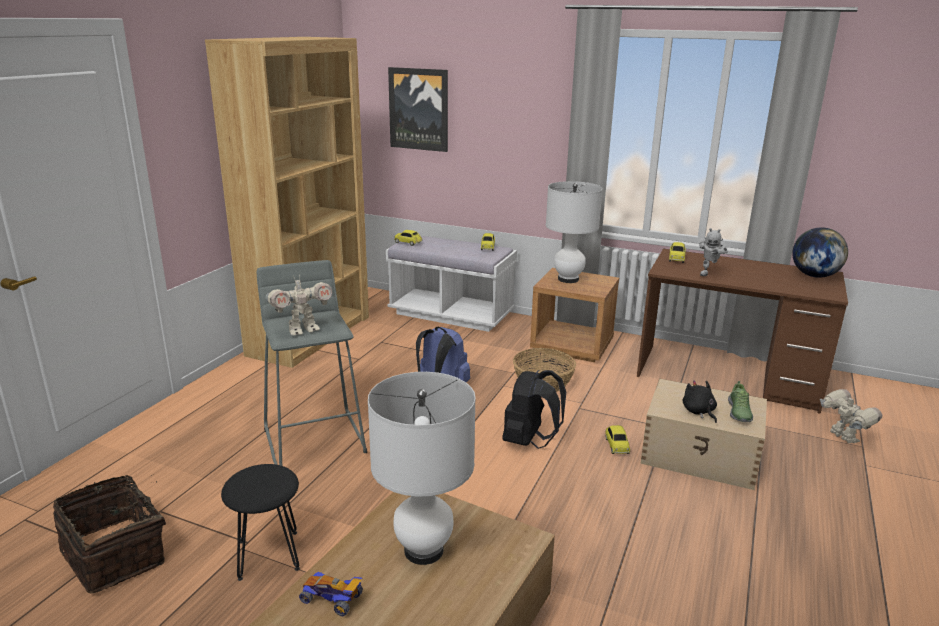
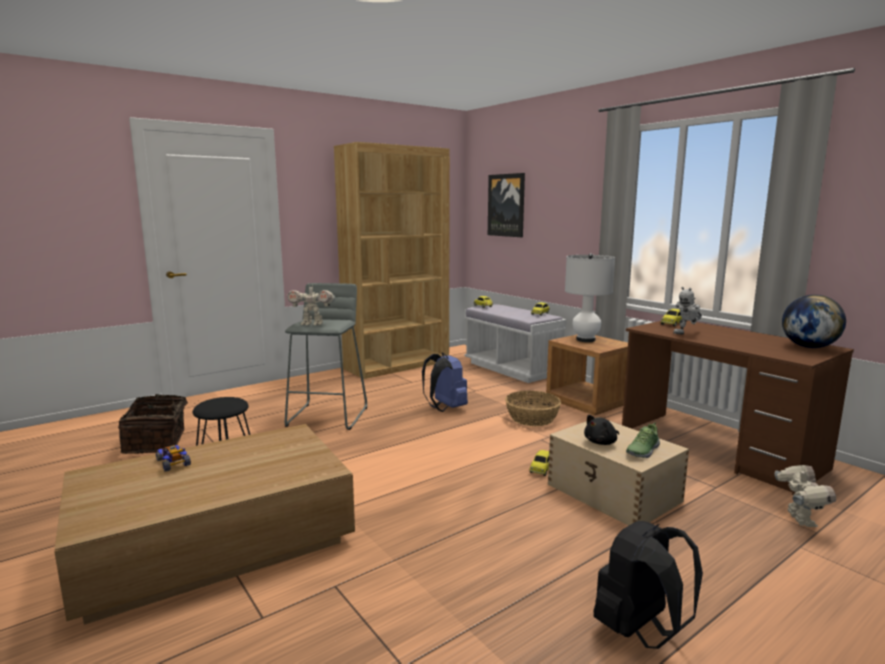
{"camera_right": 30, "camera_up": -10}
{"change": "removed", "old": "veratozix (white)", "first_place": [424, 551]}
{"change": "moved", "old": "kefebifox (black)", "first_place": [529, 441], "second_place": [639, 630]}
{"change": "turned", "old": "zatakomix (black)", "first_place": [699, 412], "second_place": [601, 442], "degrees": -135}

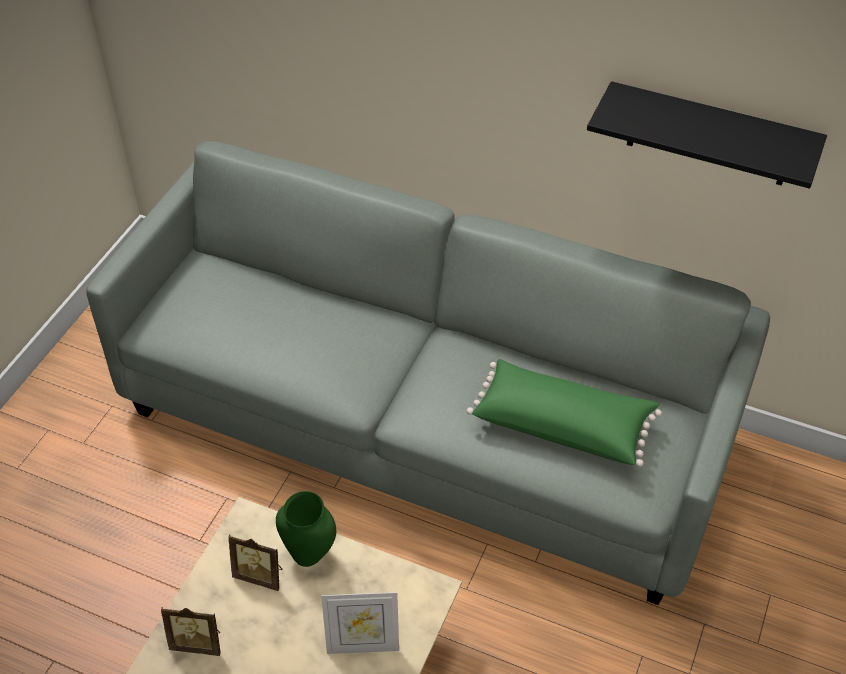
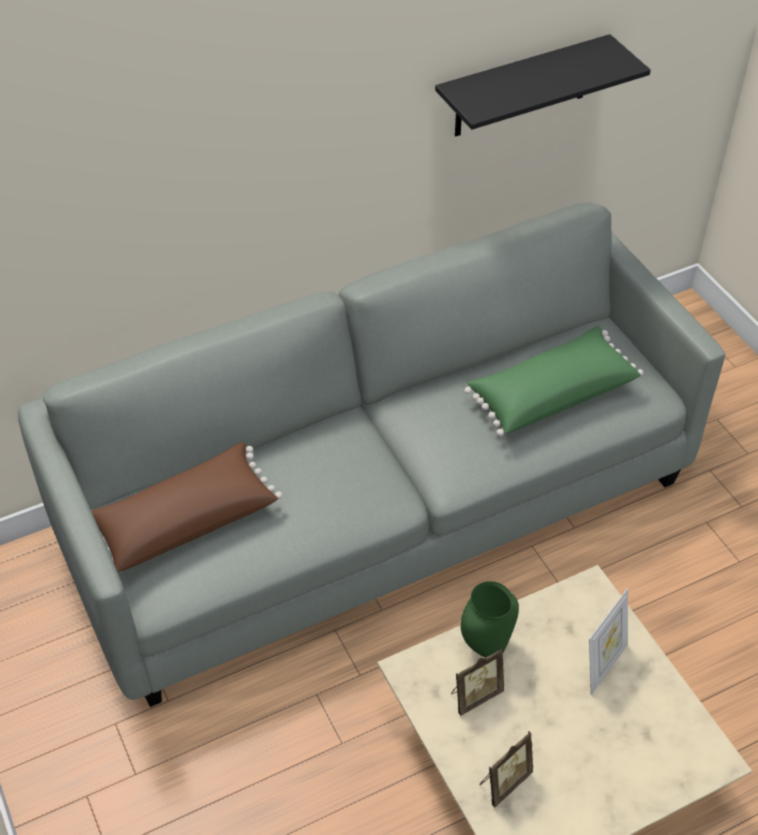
{"camera_right": -50, "camera_up": 0}
{"change": "added", "new": "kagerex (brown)", "second_place": [184, 520]}

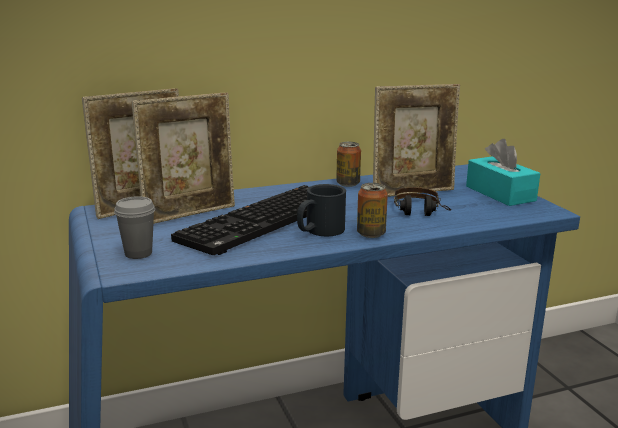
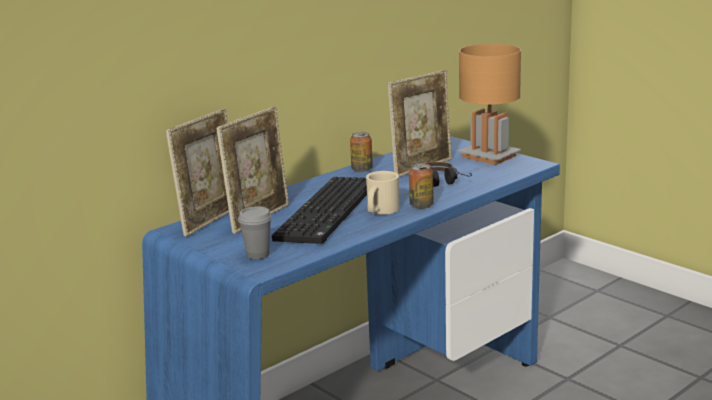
{"camera_right": -20, "camera_up": 0}
{"change": "replaced", "old": "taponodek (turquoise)", "new": "veratozix (brown)", "first_place": [500, 193], "second_place": [489, 156]}
{"change": "recoloured", "old": "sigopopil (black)", "new": "sigopopil (beige)", "first_place": [319, 231], "second_place": [380, 211]}

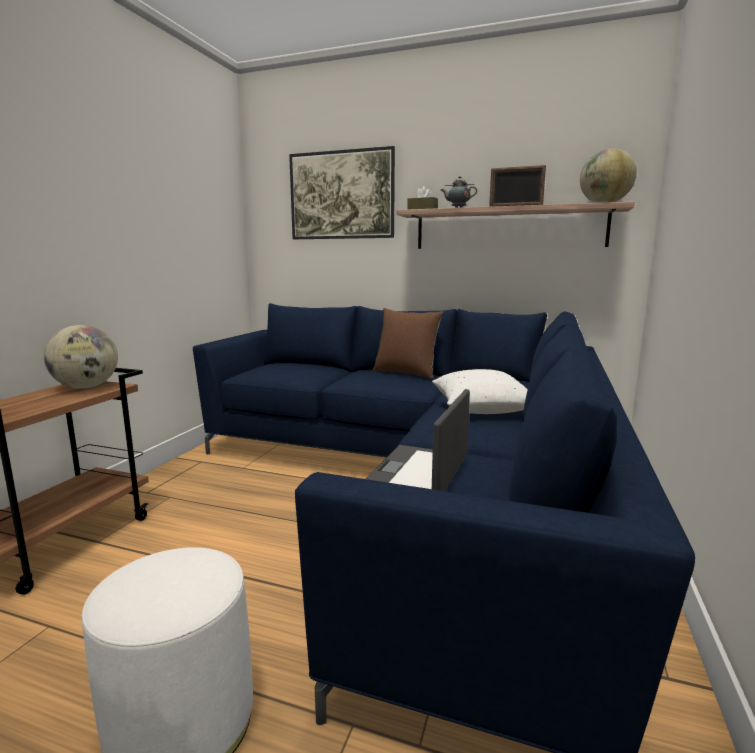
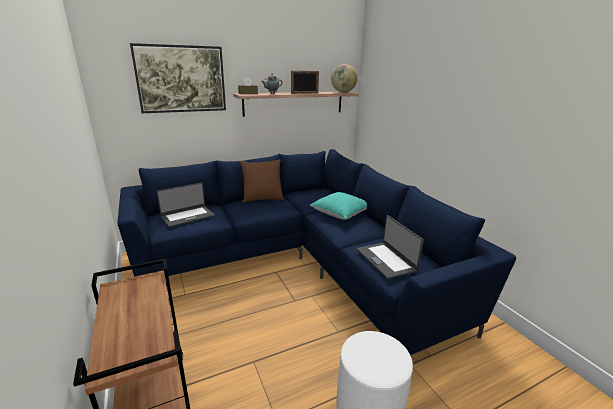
{"camera_right": -45, "camera_up": 10}
{"change": "removed", "old": "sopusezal", "first_place": [86, 387]}
{"change": "added", "new": "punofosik", "second_place": [187, 216]}
{"change": "recoloured", "old": "kagerex (white)", "new": "kagerex (turquoise)", "first_place": [481, 410], "second_place": [340, 214]}

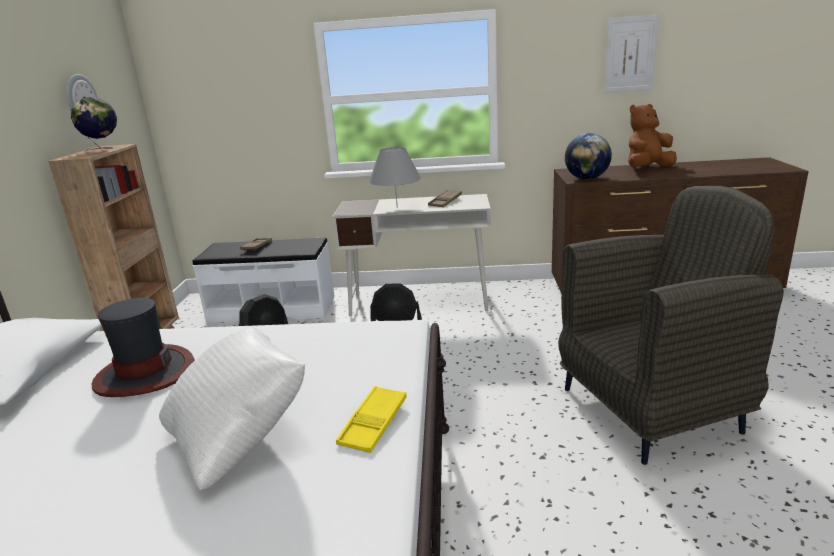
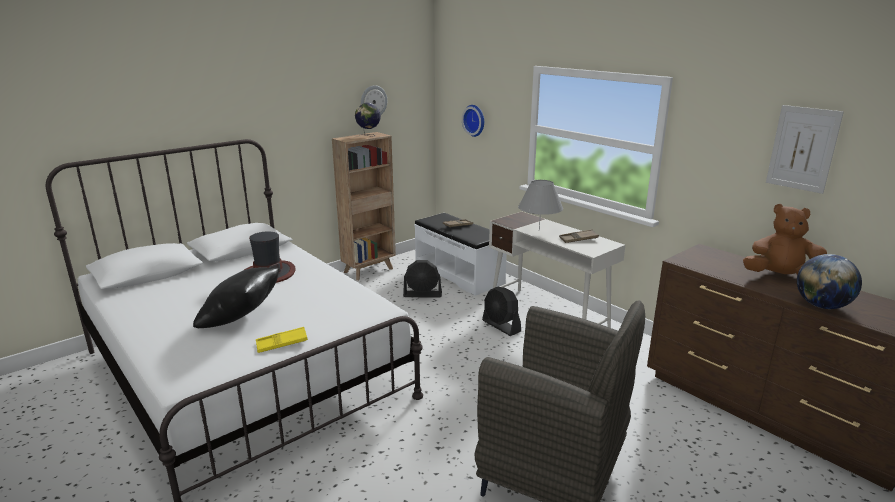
{"camera_right": 45, "camera_up": 0}
{"change": "added", "new": "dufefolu", "second_place": [475, 120]}
{"change": "moved", "old": "sopusezal", "first_place": [586, 179], "second_place": [821, 306]}
{"change": "recoloured", "old": "kagerex (white)", "new": "kagerex (black)", "first_place": [240, 437], "second_place": [242, 318]}

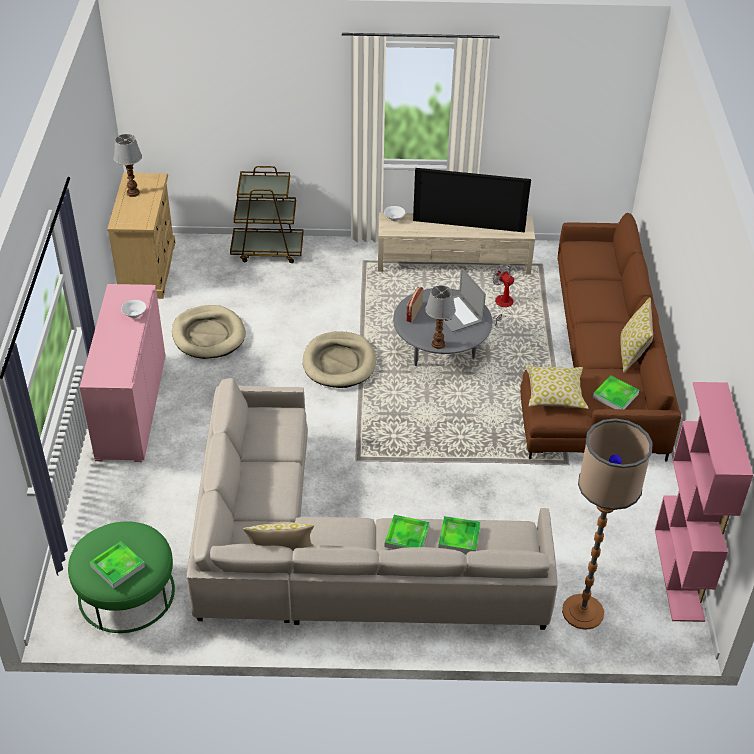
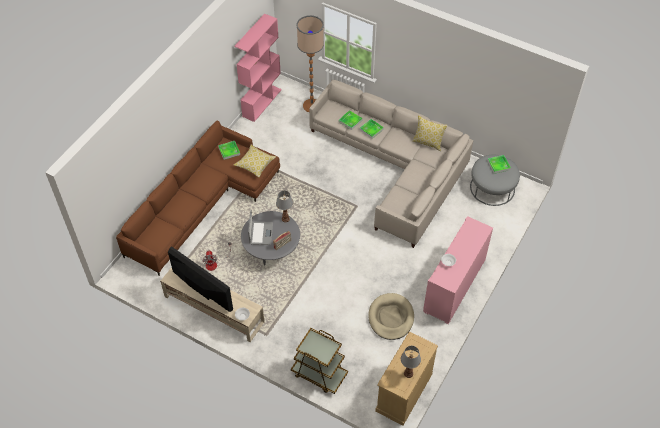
{"camera_right": -150, "camera_up": 10}
{"change": "removed", "old": "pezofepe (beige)", "first_place": [339, 363]}
{"change": "removed", "old": "kagerex", "first_place": [632, 355]}
{"change": "recoloured", "old": "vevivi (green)", "new": "vevivi (grey)", "first_place": [126, 593], "second_place": [492, 188]}

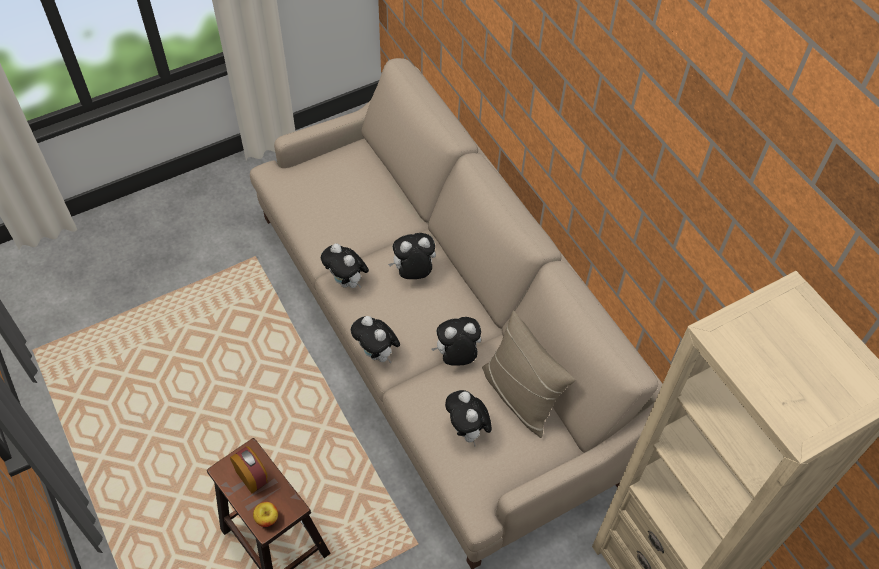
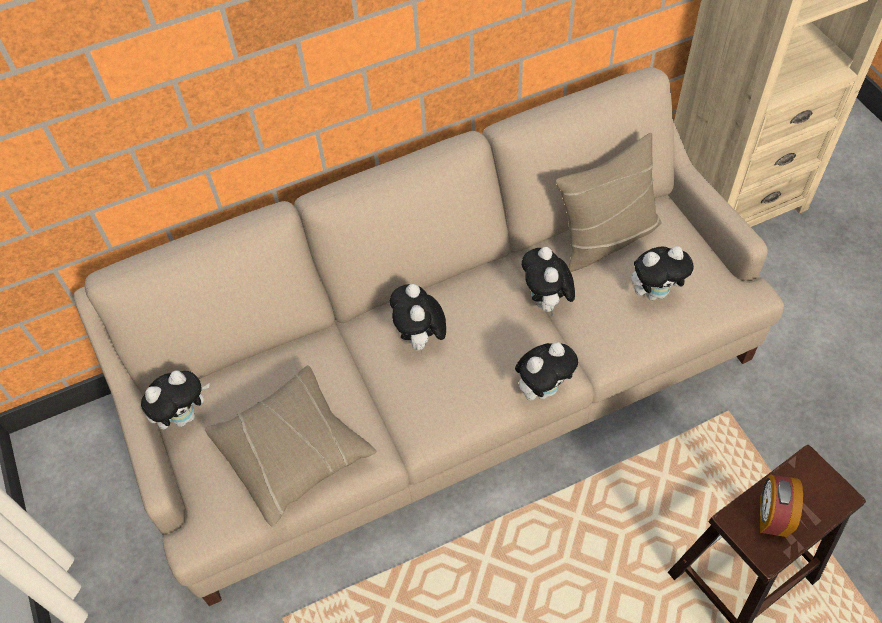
{"camera_right": -80, "camera_up": 0}
{"change": "removed", "old": "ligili", "first_place": [267, 518]}
{"change": "added", "new": "kagerex (beige)", "second_place": [294, 452]}
{"change": "moved", "old": "zatakomix", "first_place": [347, 282], "second_place": [185, 416]}
{"change": "turned", "old": "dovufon", "first_place": [252, 477], "second_place": [772, 516], "degrees": -45}

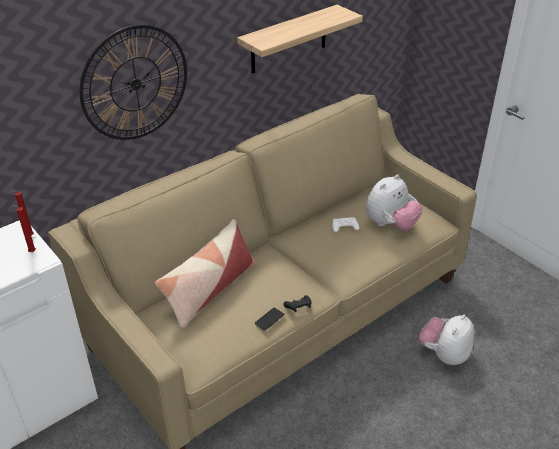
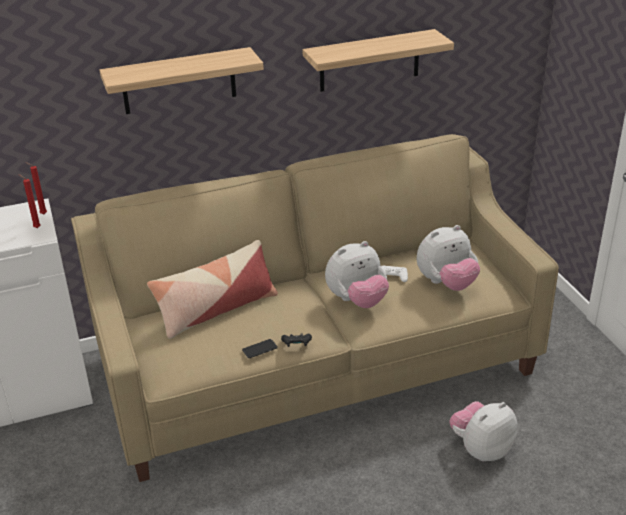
{"camera_right": 20, "camera_up": -5}
{"change": "added", "new": "zatakomix", "second_place": [357, 300]}
{"change": "replaced", "old": "dufefolu", "new": "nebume", "first_place": [135, 84], "second_place": [179, 81]}

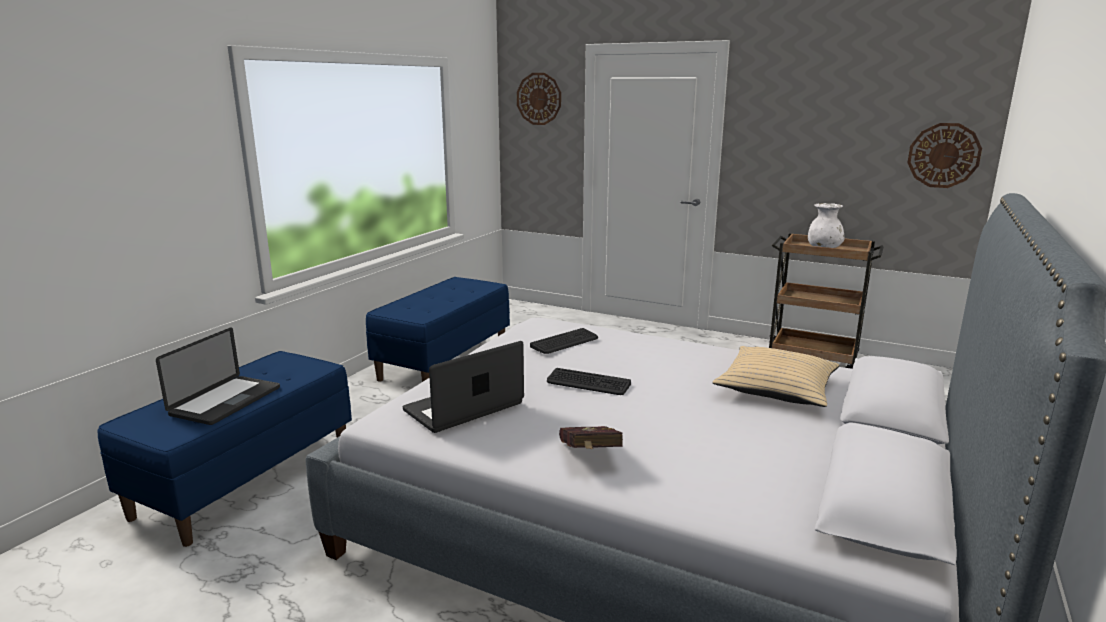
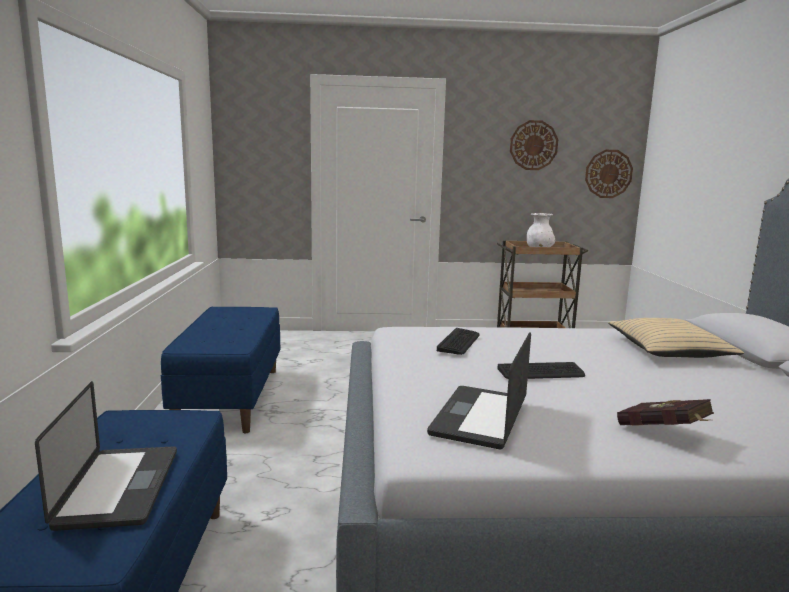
{"camera_right": -30, "camera_up": -5}
{"change": "moved", "old": "dufefolu", "first_place": [539, 99], "second_place": [533, 145]}

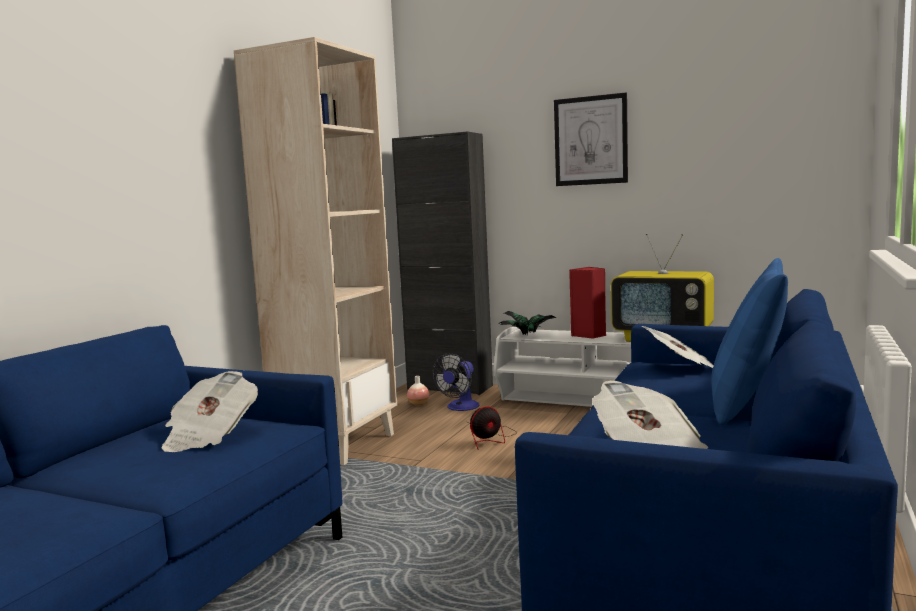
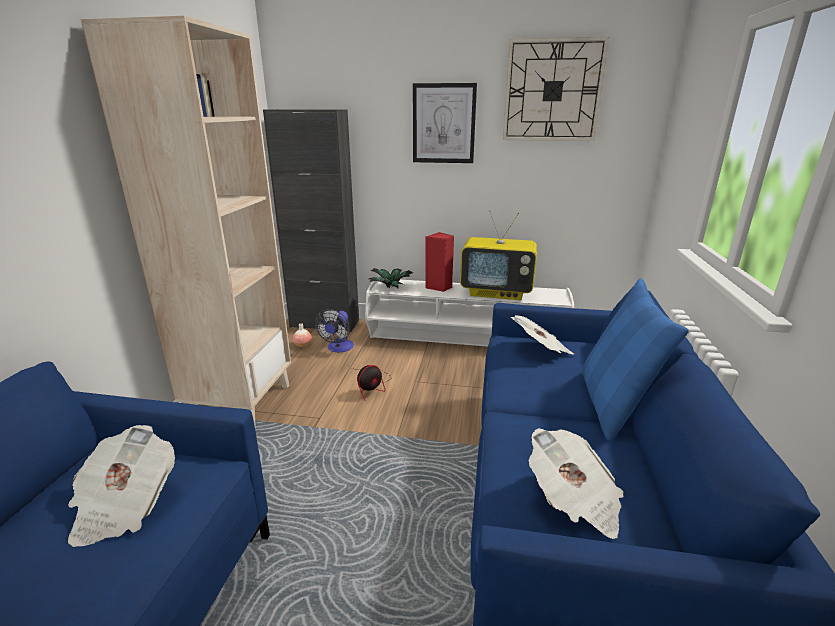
{"camera_right": -15, "camera_up": 15}
{"change": "added", "new": "dufefolu", "second_place": [552, 91]}

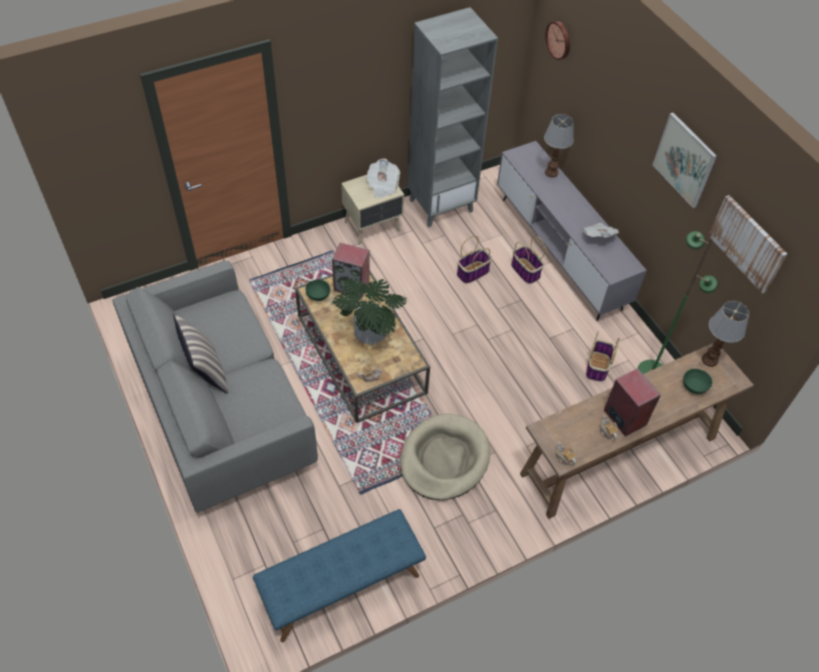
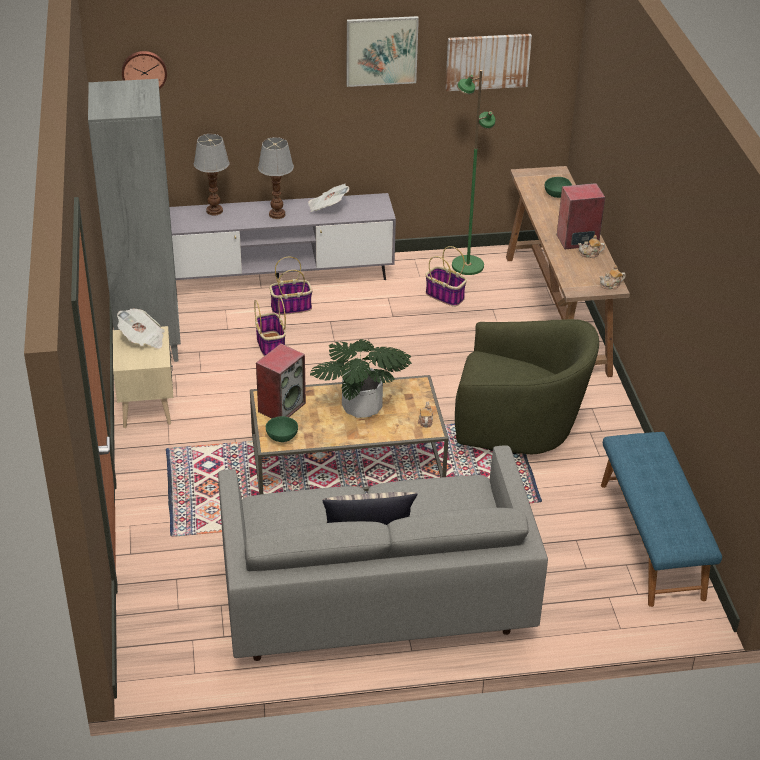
{"camera_right": -70, "camera_up": -15}
{"change": "moved", "old": "veratozix", "first_place": [710, 360], "second_place": [277, 214]}
{"change": "replaced", "old": "pezofepe (beige)", "new": "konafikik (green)", "first_place": [444, 459], "second_place": [518, 428]}

